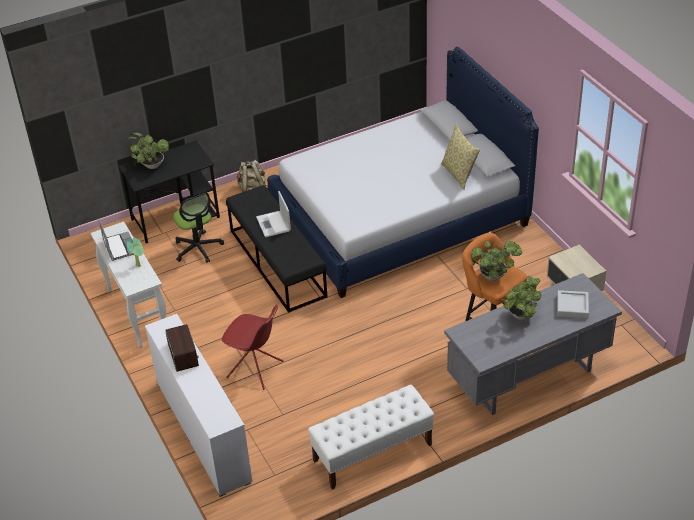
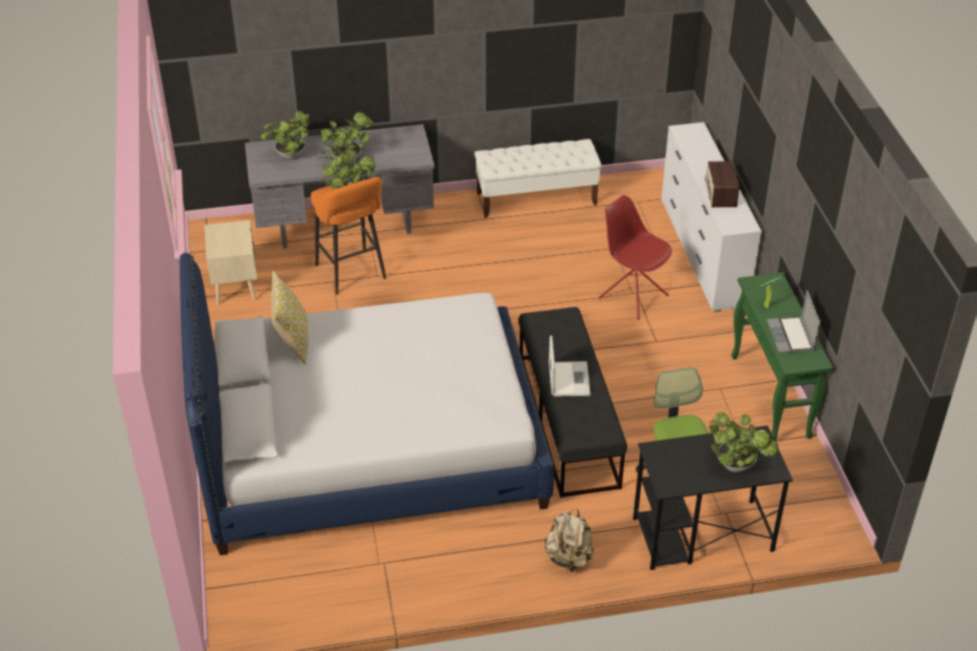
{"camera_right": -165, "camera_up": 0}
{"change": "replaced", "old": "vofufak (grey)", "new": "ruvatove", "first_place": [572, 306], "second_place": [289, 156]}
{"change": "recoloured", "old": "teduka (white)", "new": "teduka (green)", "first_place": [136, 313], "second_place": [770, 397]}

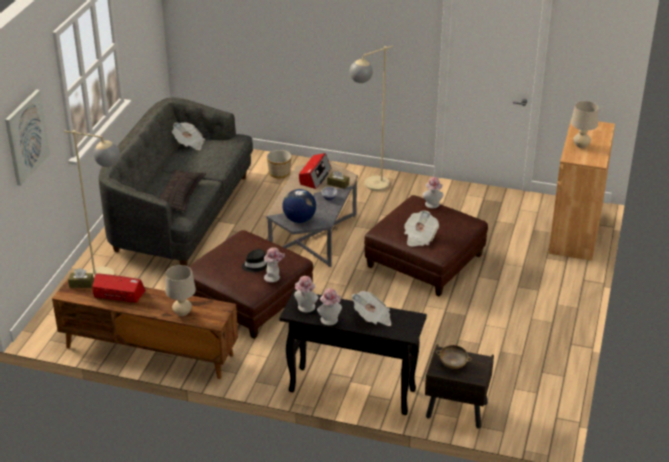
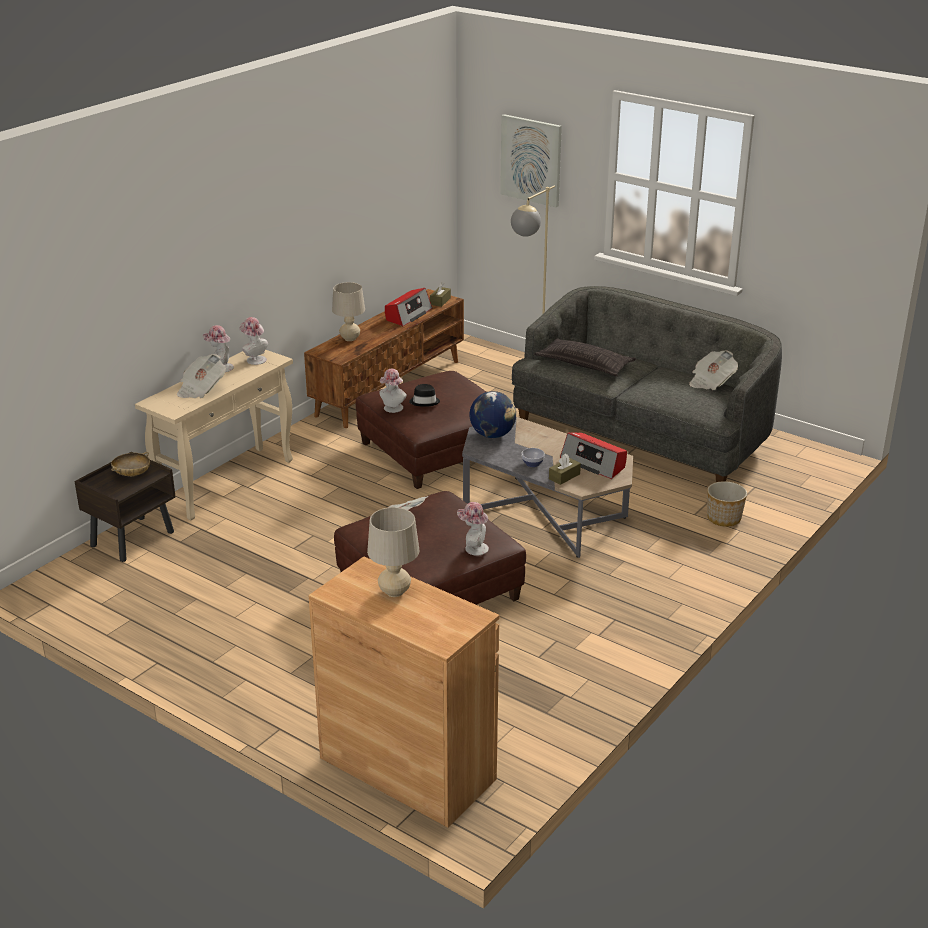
{"camera_right": 110, "camera_up": -5}
{"change": "removed", "old": "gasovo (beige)", "first_place": [369, 187]}
{"change": "recoloured", "old": "teduka (black)", "new": "teduka (beige)", "first_place": [351, 391], "second_place": [227, 482]}

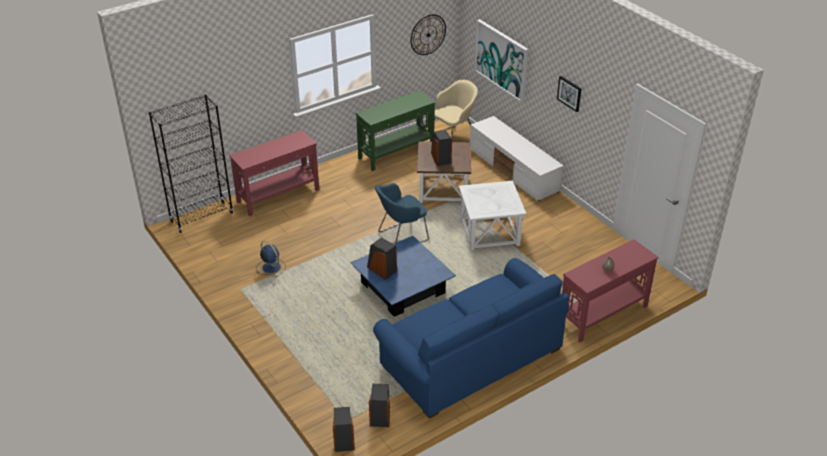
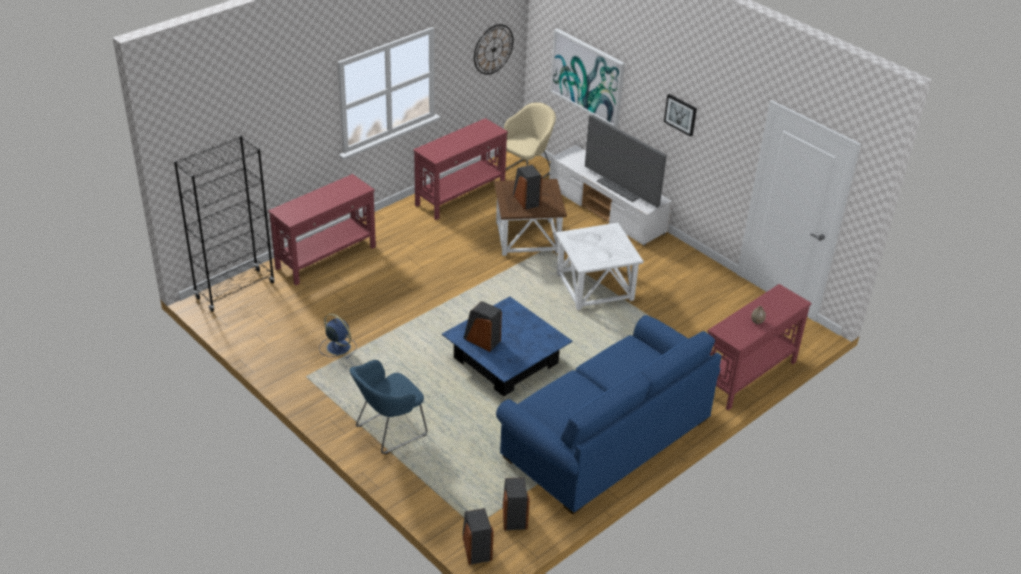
{"camera_right": -10, "camera_up": 0}
{"change": "added", "new": "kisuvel", "second_place": [622, 187]}
{"change": "moved", "old": "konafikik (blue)", "first_place": [400, 237], "second_place": [388, 431]}
{"change": "recoloured", "old": "teduka (green)", "new": "teduka (red)", "first_place": [396, 153], "second_place": [461, 196]}

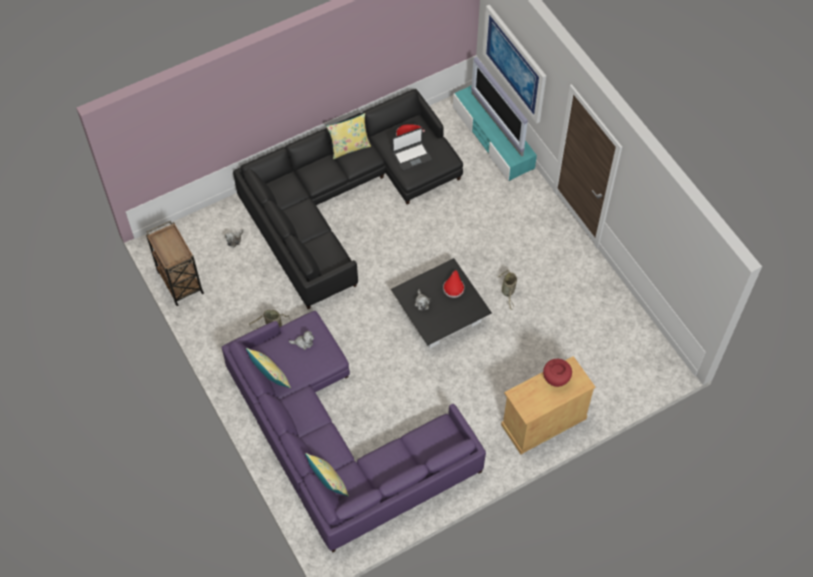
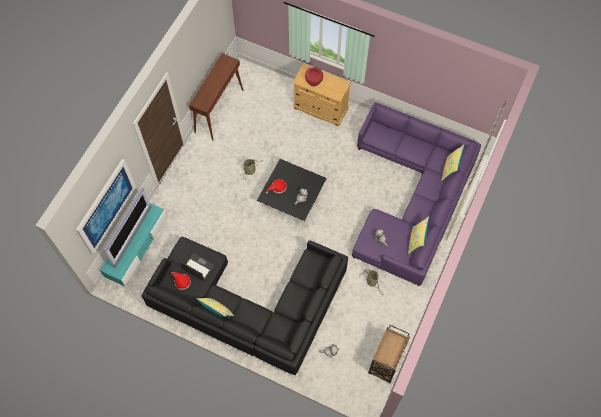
{"camera_right": -125, "camera_up": 5}
{"change": "added", "new": "teduka (brown)", "second_place": [219, 111]}

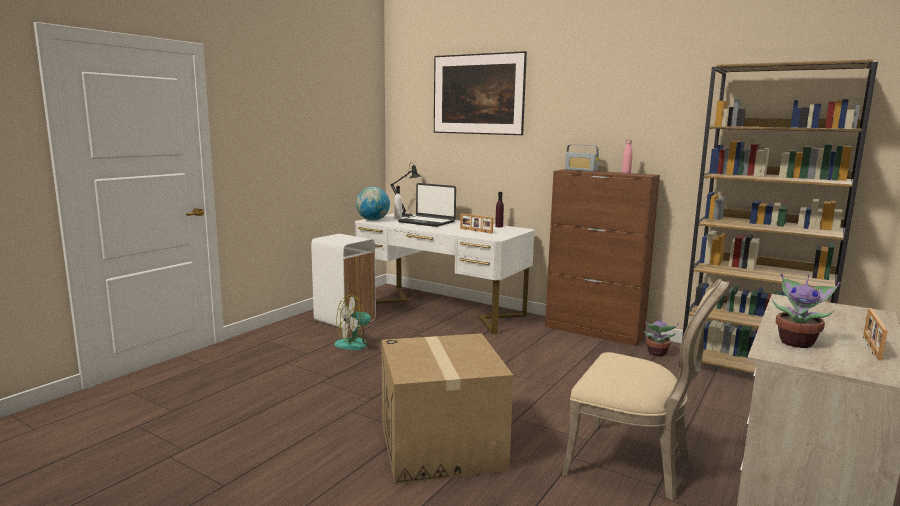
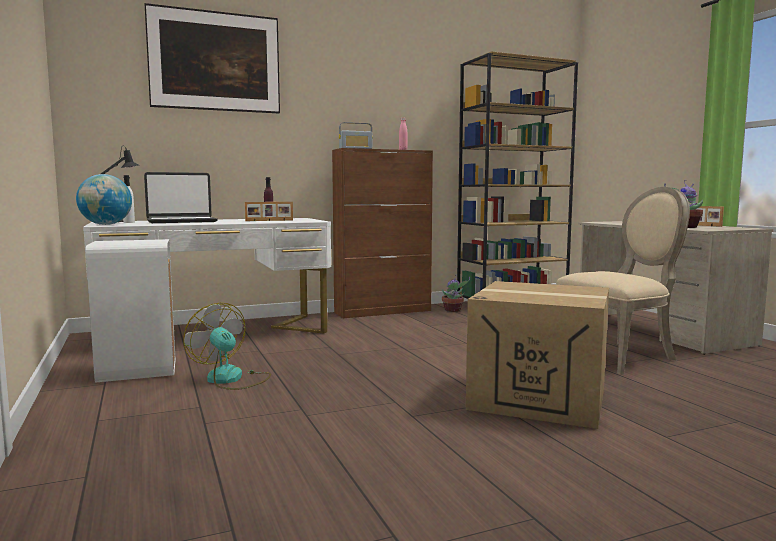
{"camera_right": -55, "camera_up": -5}
{"change": "turned", "old": "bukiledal", "first_place": [358, 344], "second_place": [231, 379], "degrees": 135}

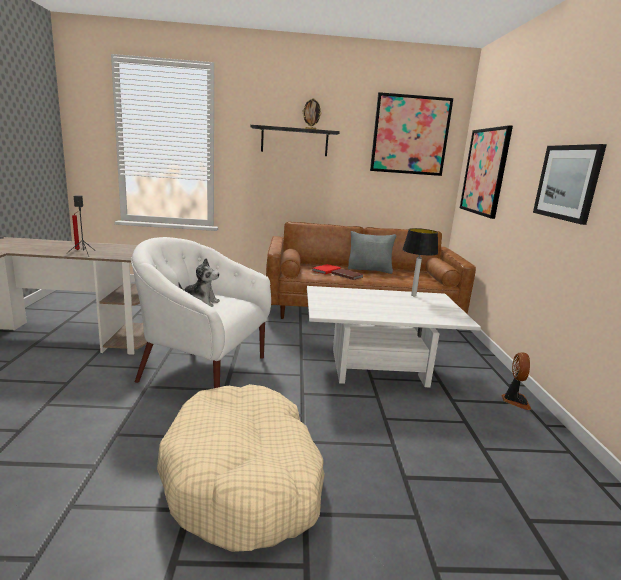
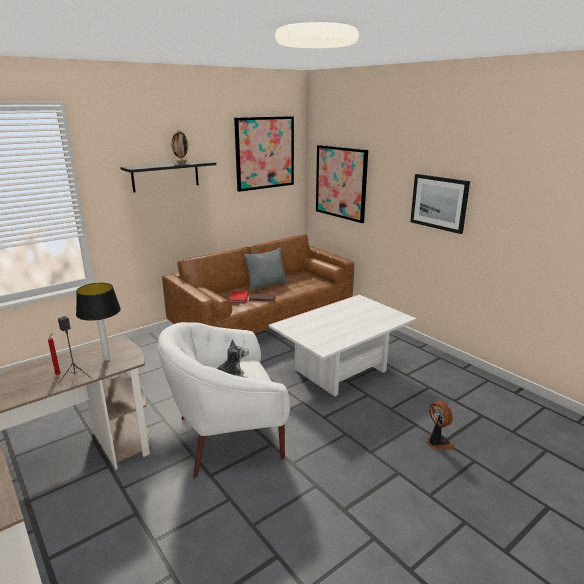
{"camera_right": -35, "camera_up": 5}
{"change": "removed", "old": "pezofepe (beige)", "first_place": [244, 479]}
{"change": "moved", "old": "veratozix", "first_place": [413, 295], "second_place": [106, 359]}
{"change": "moved", "old": "bukiledal", "first_place": [514, 400], "second_place": [437, 442]}

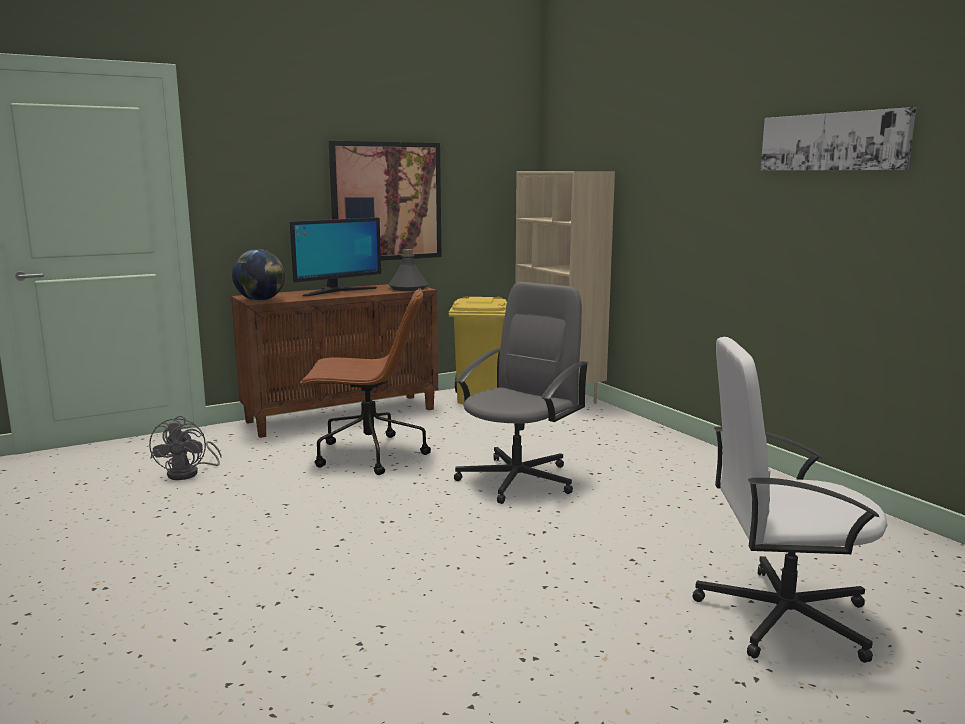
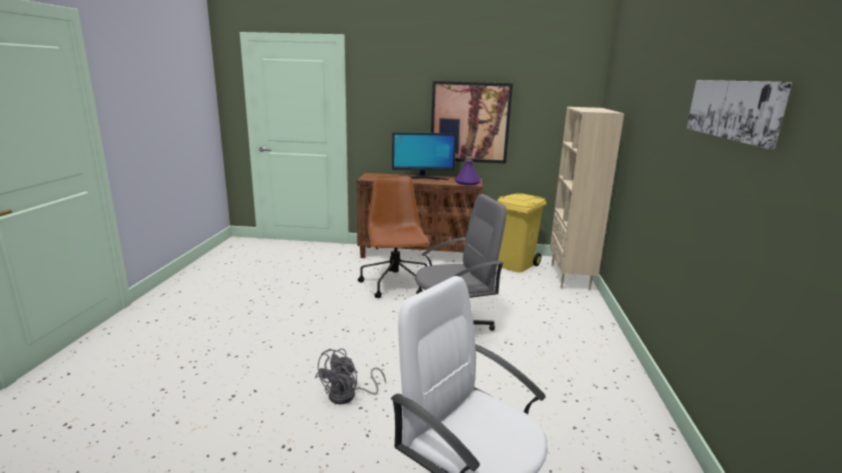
{"camera_right": 35, "camera_up": 5}
{"change": "removed", "old": "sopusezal", "first_place": [260, 300]}
{"change": "moved", "old": "bukiledal (grey)", "first_place": [189, 473], "second_place": [348, 396]}
{"change": "recoloured", "old": "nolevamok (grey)", "new": "nolevamok (purple)", "first_place": [408, 288], "second_place": [467, 182]}
{"change": "turned", "old": "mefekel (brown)", "first_place": [367, 455], "second_place": [395, 285], "degrees": -135}

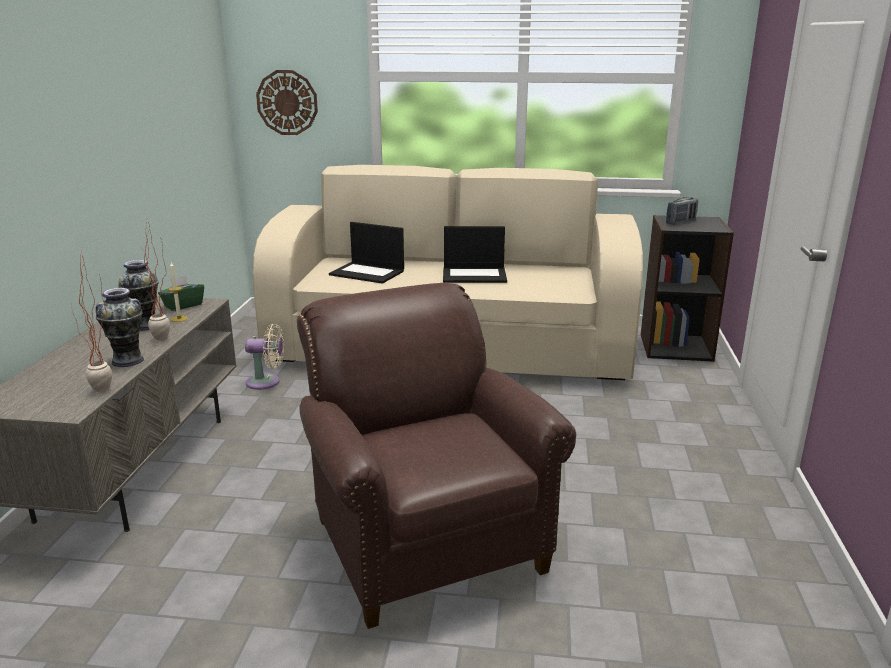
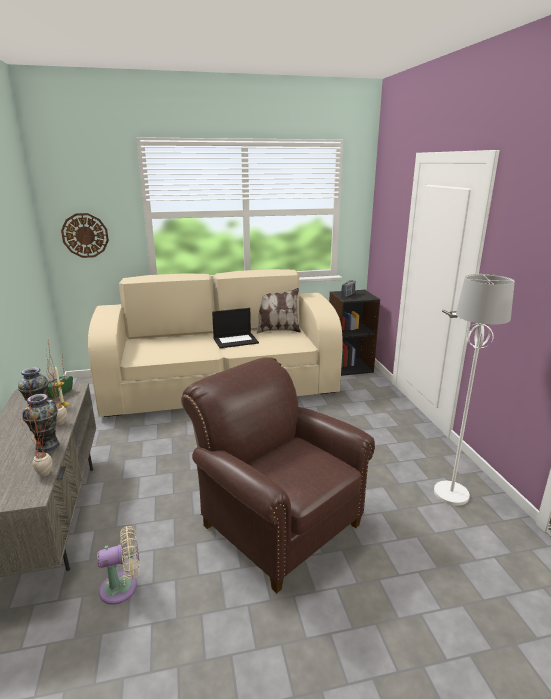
{"camera_right": -20, "camera_up": 0}
{"change": "removed", "old": "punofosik", "first_place": [368, 273]}
{"change": "added", "new": "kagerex", "second_place": [277, 330]}
{"change": "added", "new": "gasovo (white)", "second_place": [450, 494]}
{"change": "moved", "old": "bukiledal (beige)", "first_place": [266, 382], "second_place": [123, 587]}

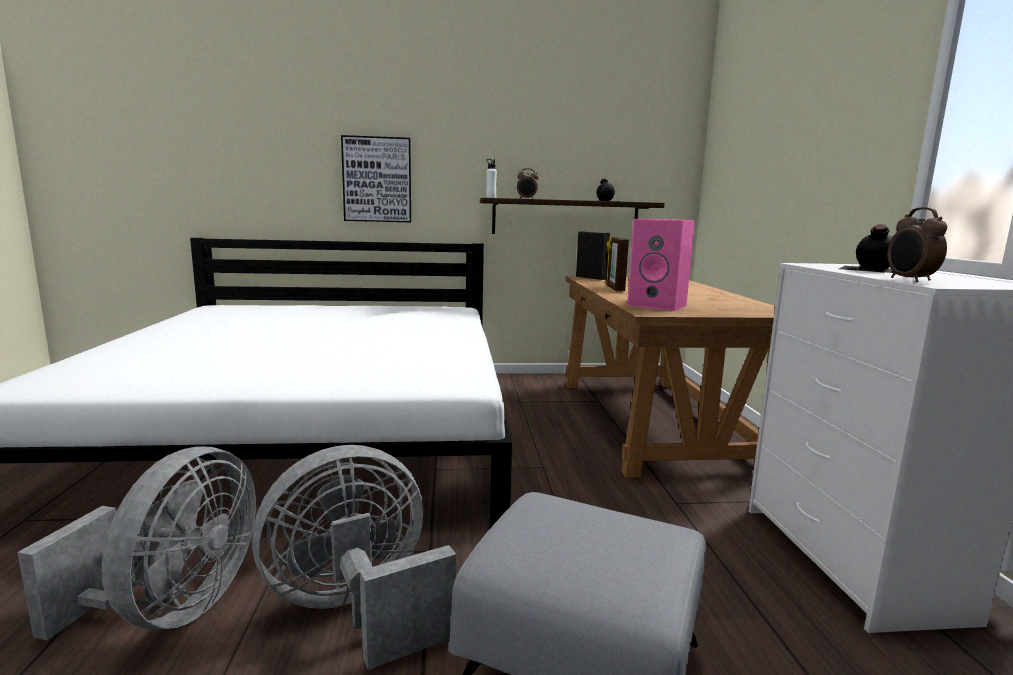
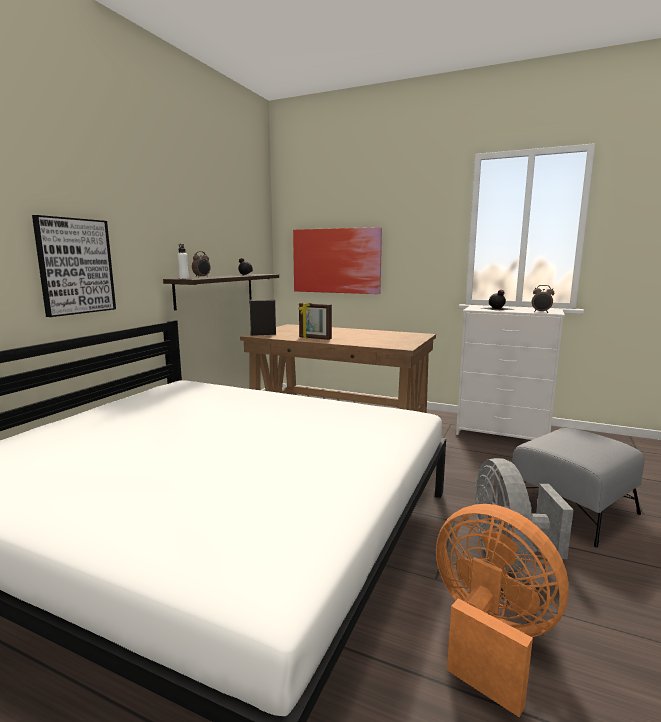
{"camera_right": -60, "camera_up": 0}
{"change": "removed", "old": "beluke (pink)", "first_place": [659, 305]}
{"change": "added", "new": "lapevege", "second_place": [336, 261]}
{"change": "recoloured", "old": "bukiledal (grey)", "new": "bukiledal (orange)", "first_place": [173, 609], "second_place": [489, 637]}

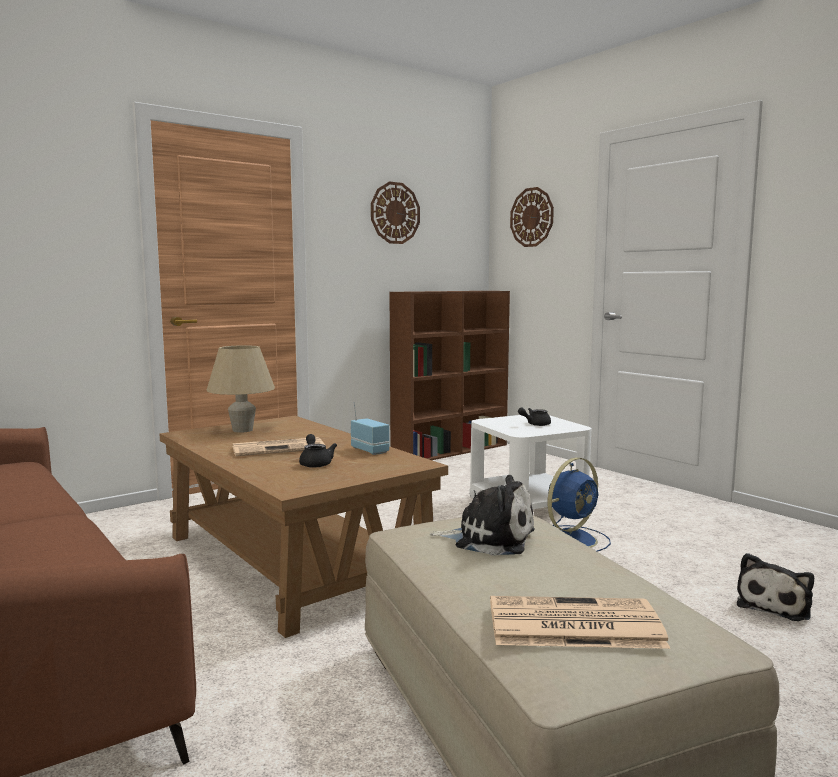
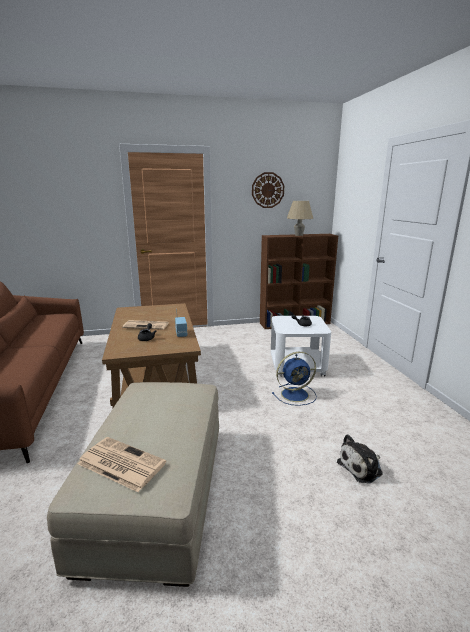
{"camera_right": 25, "camera_up": 10}
{"change": "removed", "old": "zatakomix", "first_place": [489, 539]}
{"change": "removed", "old": "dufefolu", "first_place": [532, 217]}
{"change": "moved", "old": "veratozix (beige)", "first_place": [242, 430], "second_place": [299, 235]}

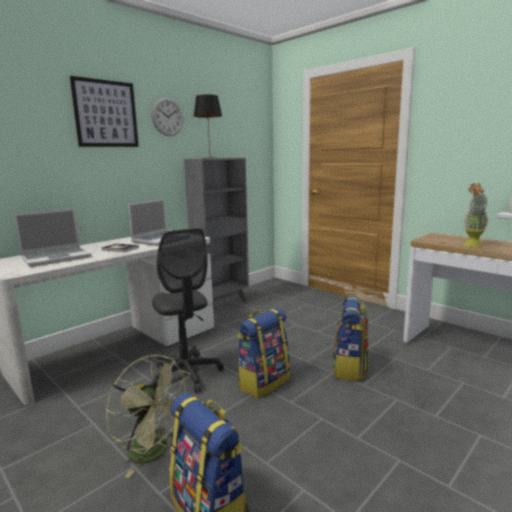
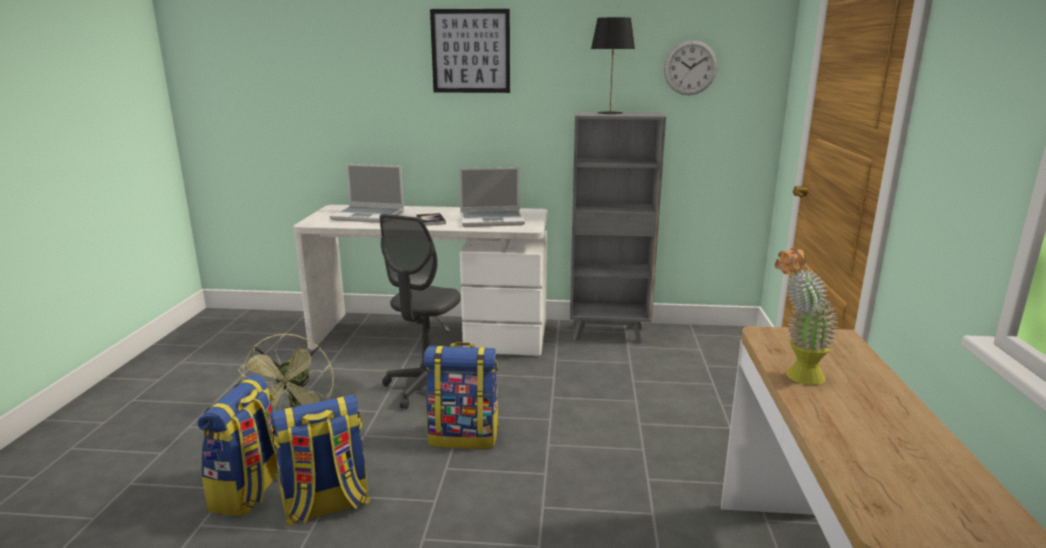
{"camera_right": 50, "camera_up": 5}
{"change": "moved", "old": "dufefolu", "first_place": [167, 117], "second_place": [690, 68]}
{"change": "moved", "old": "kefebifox", "first_place": [350, 368], "second_place": [326, 506]}

